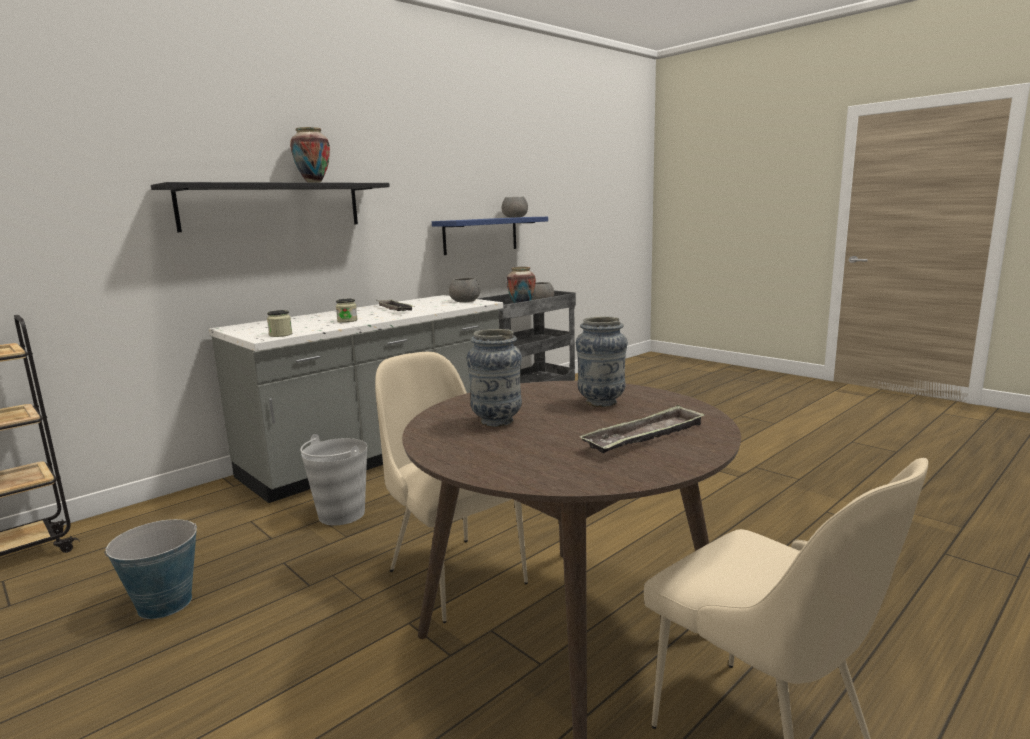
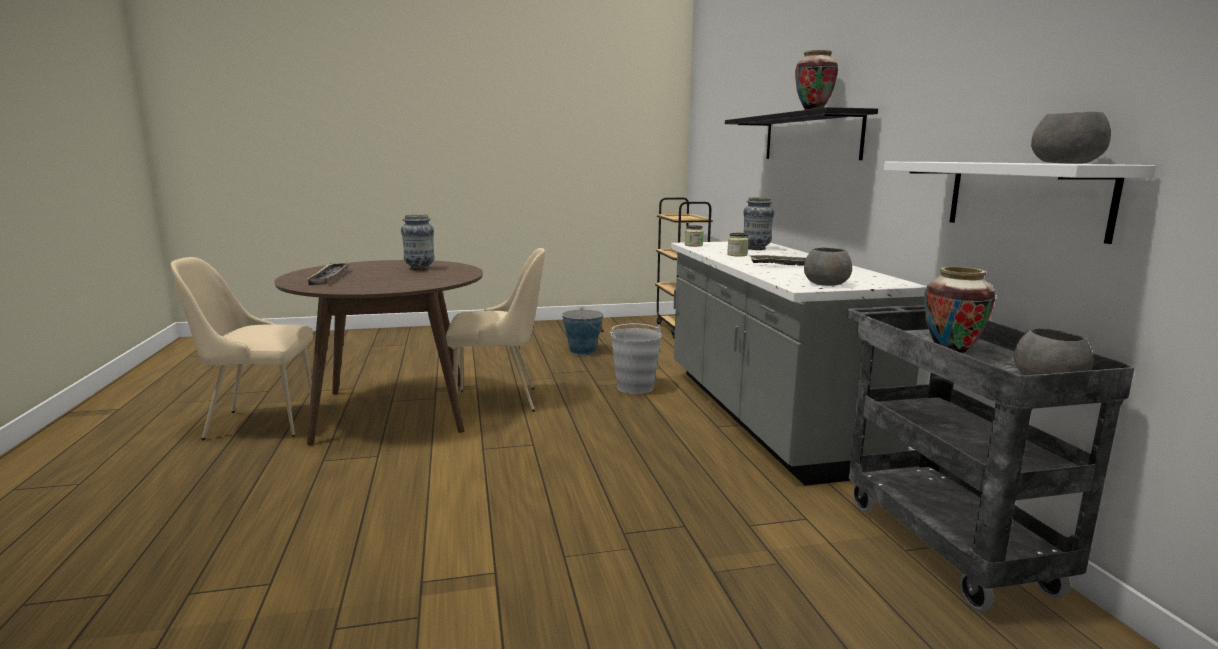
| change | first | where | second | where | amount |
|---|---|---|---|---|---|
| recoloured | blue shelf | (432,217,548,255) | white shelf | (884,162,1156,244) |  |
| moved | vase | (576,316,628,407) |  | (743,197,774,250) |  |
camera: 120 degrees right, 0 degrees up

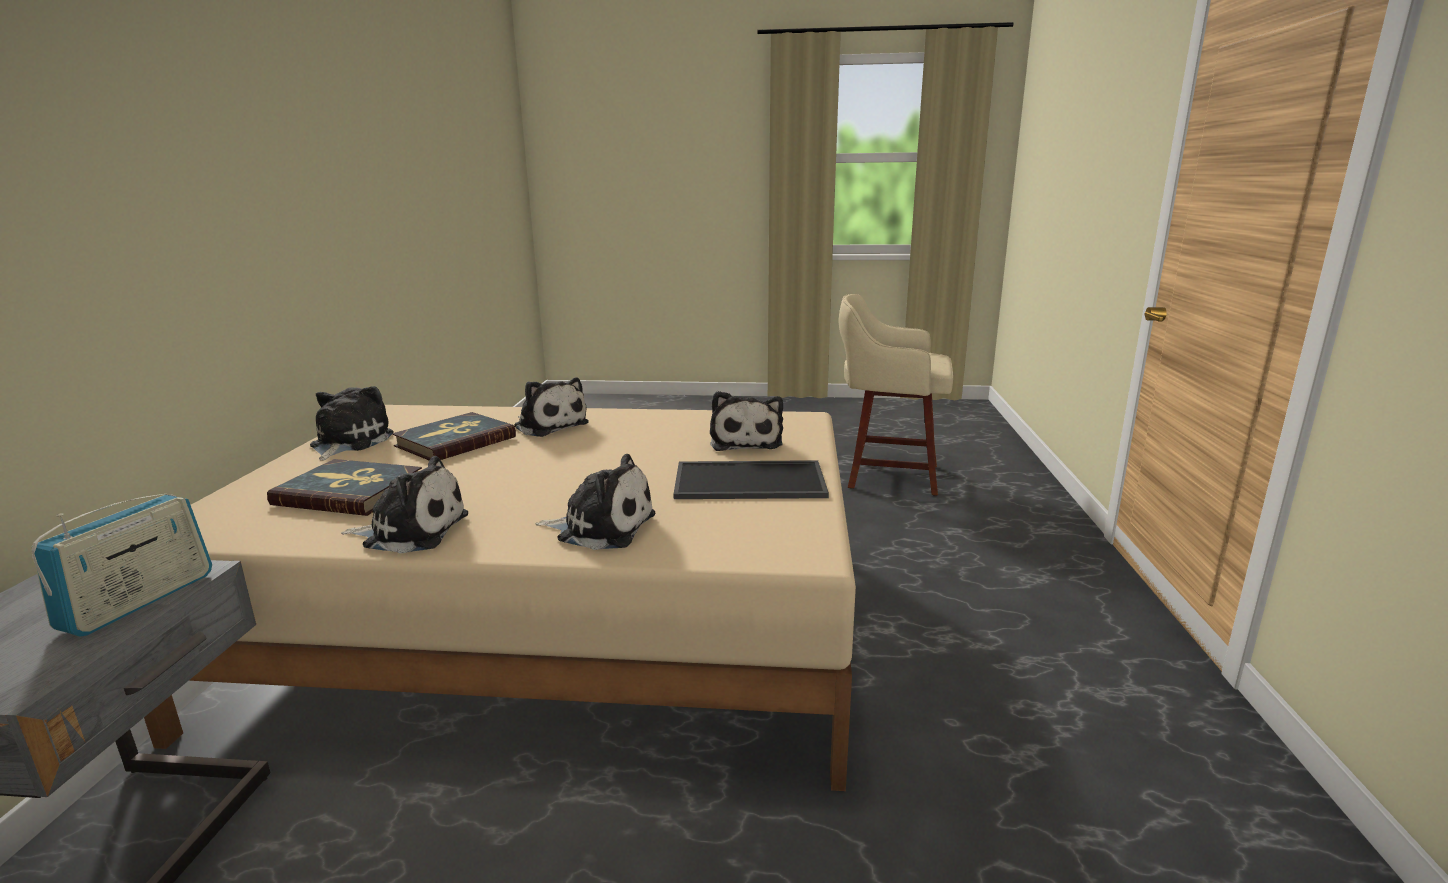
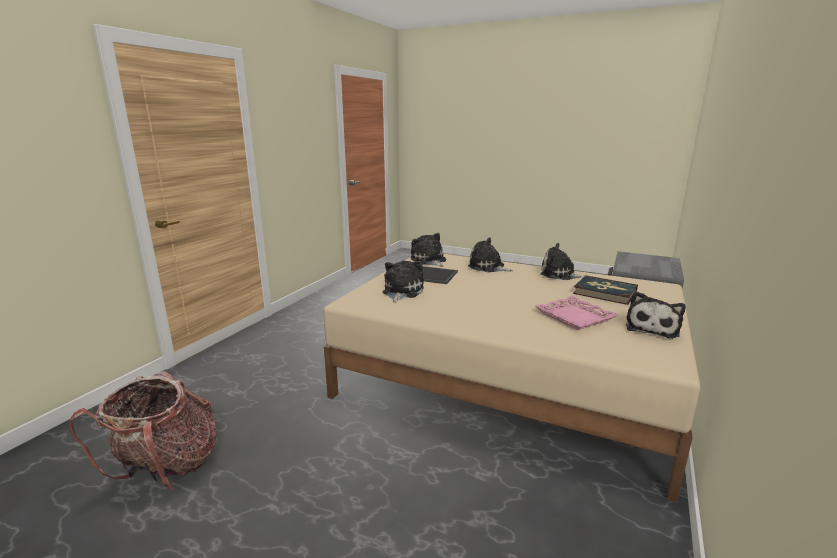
| change | first | where | second | where | amount |
|---|---|---|---|---|---|
| removed | radio | (31,494,212,637) |  |  |  |
| replaced | book | (392,412,516,461) | pink tray | (535,296,618,330) |  |
| moved | plush toy | (514,377,589,437) |  | (411,233,446,267) |  |
| replaced | beige stool | (839,294,953,496) | backpack | (69,371,217,490) |  |
camera: 160 degrees left, 0 degrees up

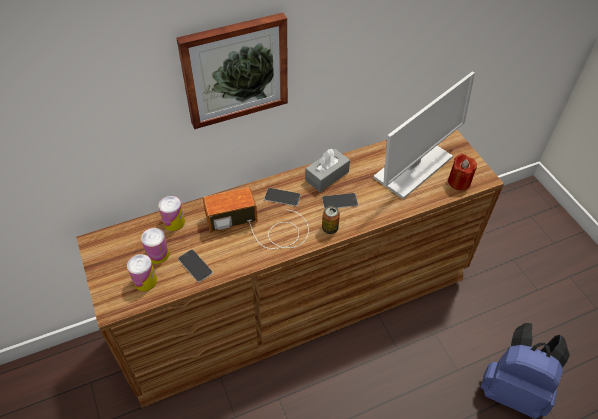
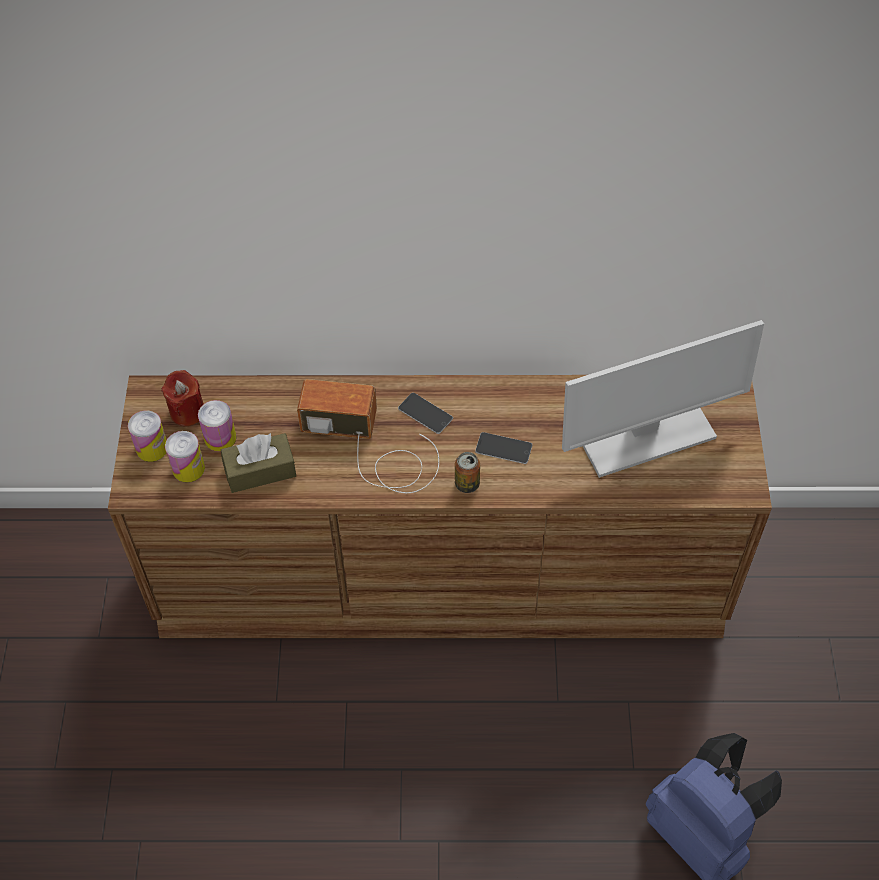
| change | first | where | second | where | amount |
|---|---|---|---|---|---|
| moved | can | (158,196,185,231) |  | (128,411,167,462) |  |
| removed | picture | (177,13,288,129) |  |  |  |
| replaced | phone | (178,249,213,282) | brown tissue box | (221,433,296,493) |  |
| removed | grey tissue box | (305,149,350,192) |  |  |  |
| moved | red candle | (448,154,477,191) |  | (161,370,204,426) |  |
camera: 25 degrees right, 5 degrees up

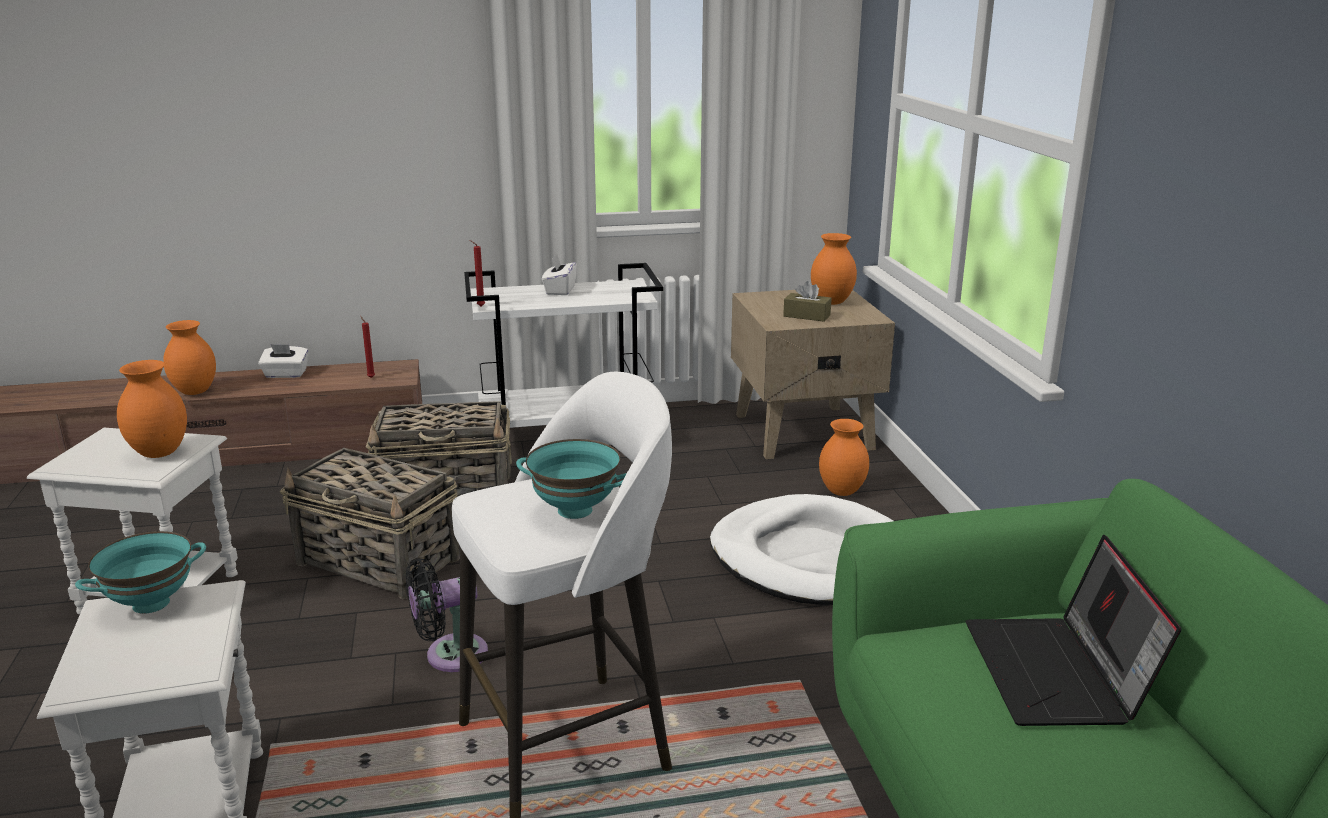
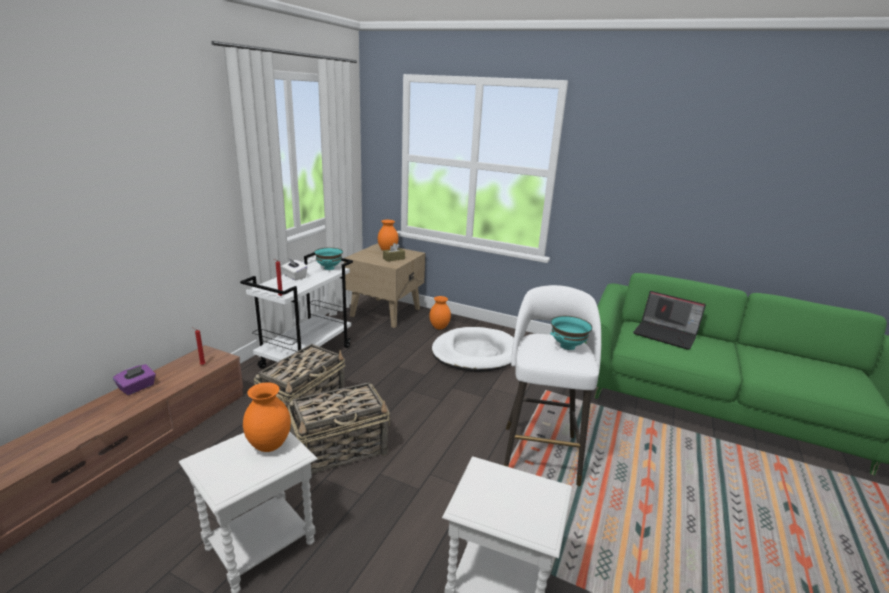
| change | first | where | second | where | amount |
|---|---|---|---|---|---|
| moved | turquoise bowl | (75,531,206,614) |  | (314,247,343,270) |  |
| removed | orange vase | (163,320,216,395) |  |  |  |
| recoloured | white tissue box | (258,344,308,378) | purple tissue box | (113,364,156,395) |  |
| removed | black fan | (406,558,488,672) |  |  |  |
camera: 55 degrees left, 0 degrees up

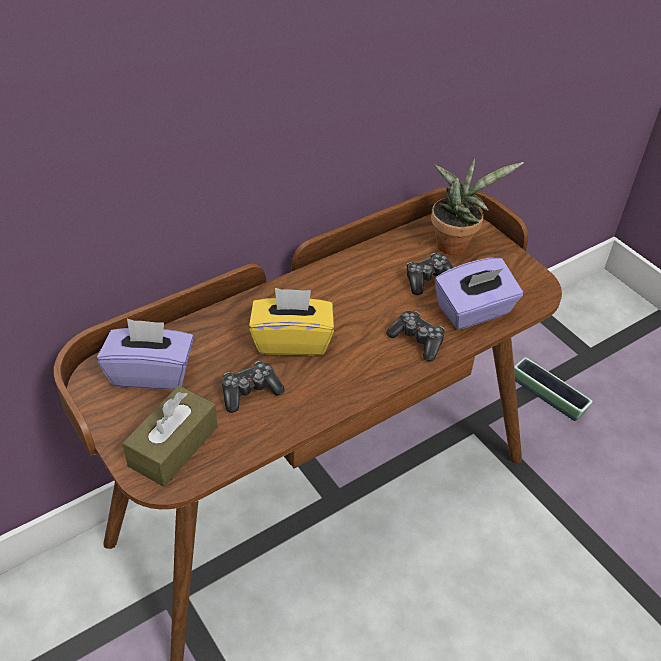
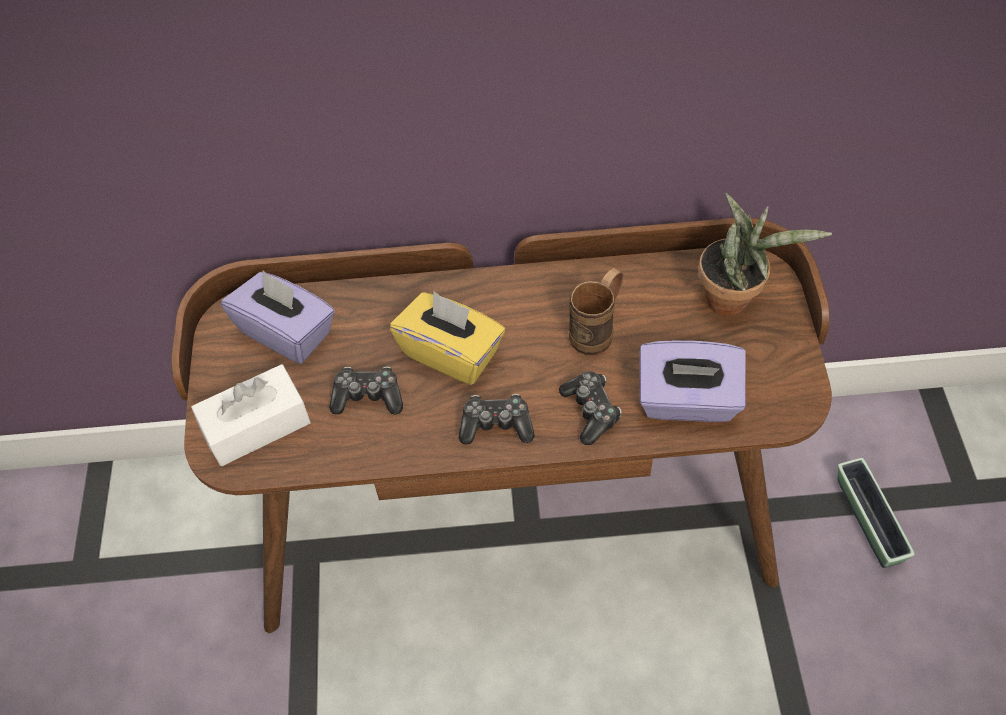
| change | first | where | second | where | amount |
|---|---|---|---|---|---|
| recoloured | brown tissue box | (122,385,218,487) | white tissue box | (191,364,311,466) |  |
| moved | game controller | (407,253,453,295) |  | (459,394,534,444) |  |
| added |  |  | brown mug | (569,268,623,355) |  |
camera: 35 degrees right, 10 degrees up

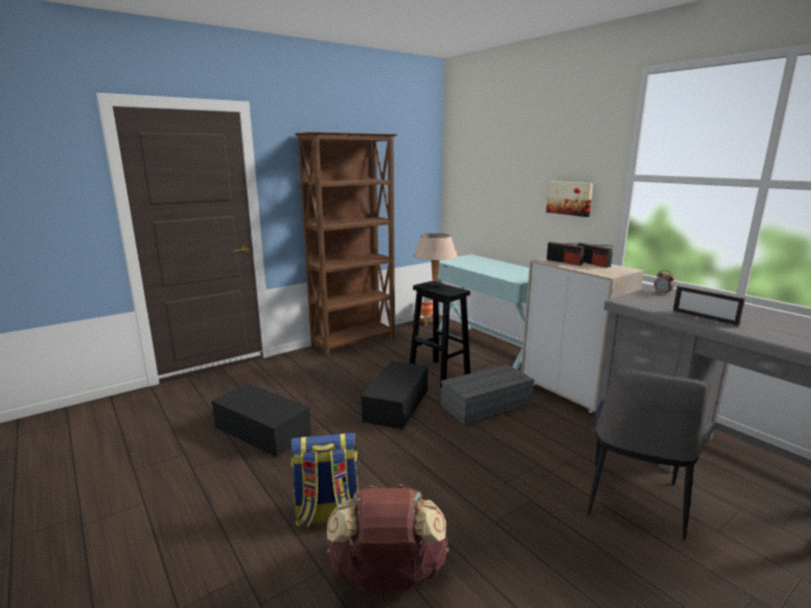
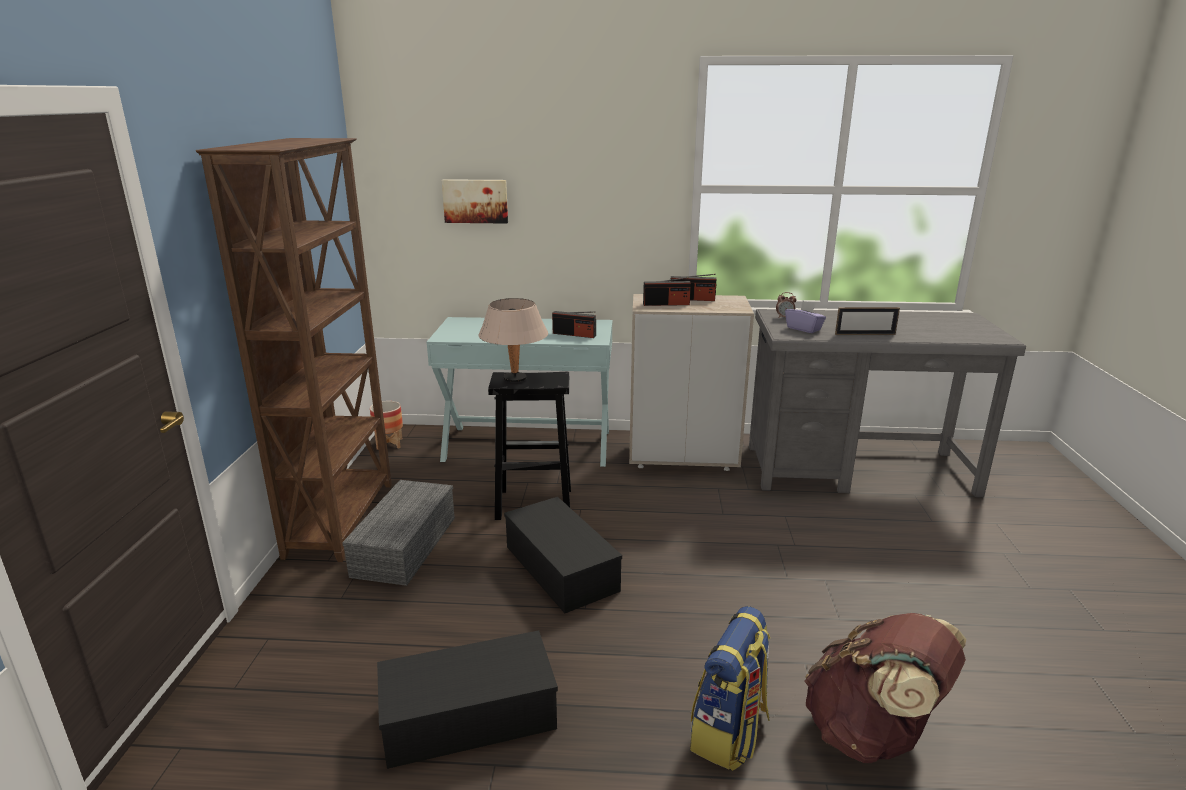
| change | first | where | second | where | amount |
|---|---|---|---|---|---|
| moved | grey storage box | (441,364,534,425) |  | (342,480,455,586) |  |
| moved | picture | (546,181,593,217) |  | (442,179,508,224) |  |
| removed | chair | (588,368,710,541) |  |  |  |
| added |  |  | radio | (552,311,596,338) |  |
| added |  |  | purple tissue box | (785,301,826,333) |  |
camera: 50 degrees left, 5 degrees up

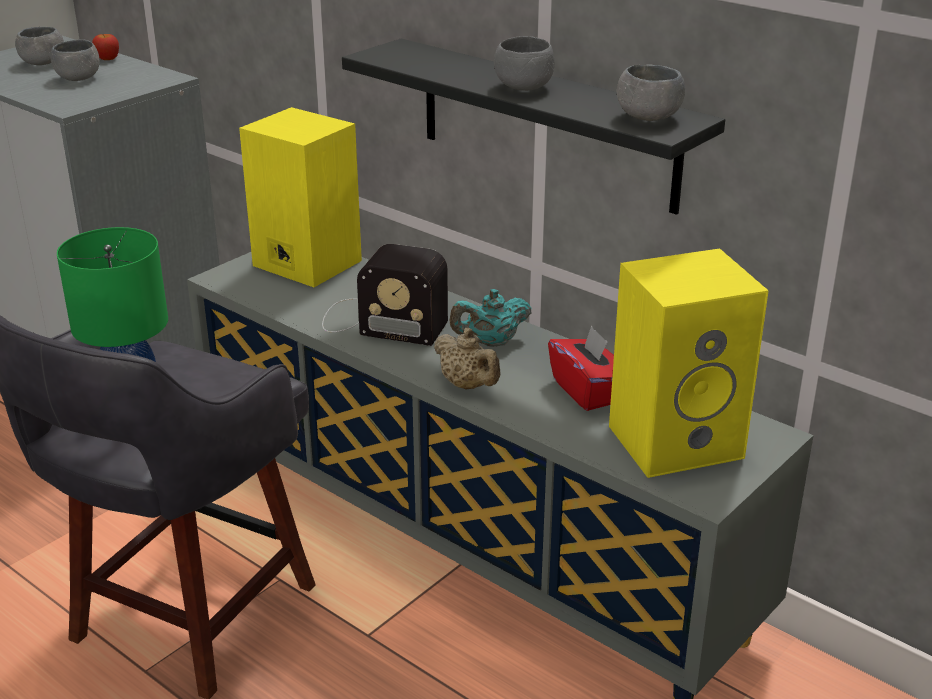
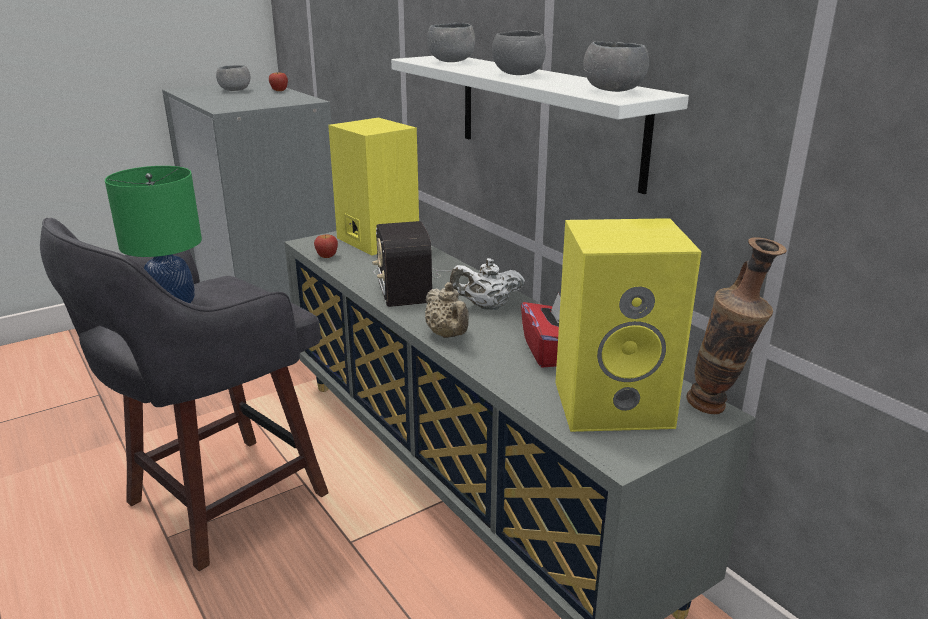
| change | first | where | second | where | amount |
|---|---|---|---|---|---|
| moved | grey bowl | (50,39,100,81) |  | (427,23,475,62) |  |
| turned | radio | (322,244,448,346) |  | (372,221,451,307) | 45 degrees clockwise |
| recoloured | black shelf | (342,39,725,215) | white shelf | (391,56,689,194) |  |
| recoloured | turquoise teapot | (450,289,532,347) | white teapot | (450,258,525,310) |  |
| added |  |  | apple | (314,234,338,258) |  |
| added |  |  | vase | (686,237,787,414) |  |
camera: 15 degrees right, 5 degrees down

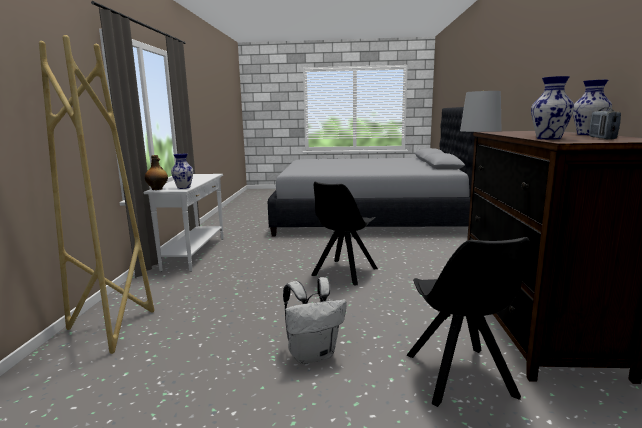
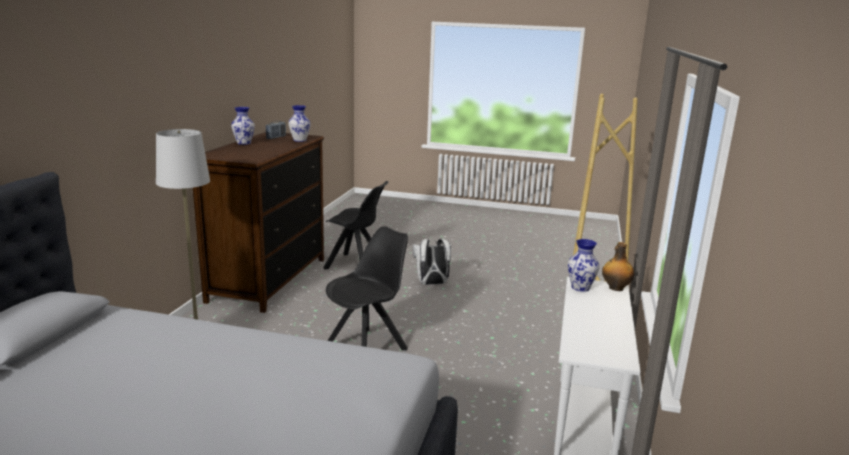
| change | first | where | second | where | amount |
|---|---|---|---|---|---|
| turned | black chair | (406,237,529,407) |  | (323,181,388,270) | 105 degrees clockwise |
camera: 170 degrees left, 5 degrees up

